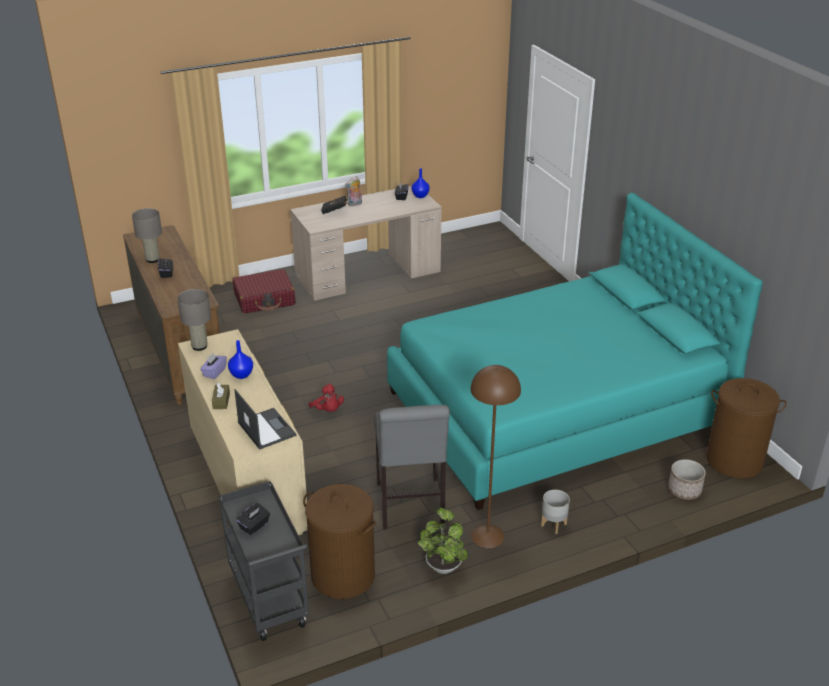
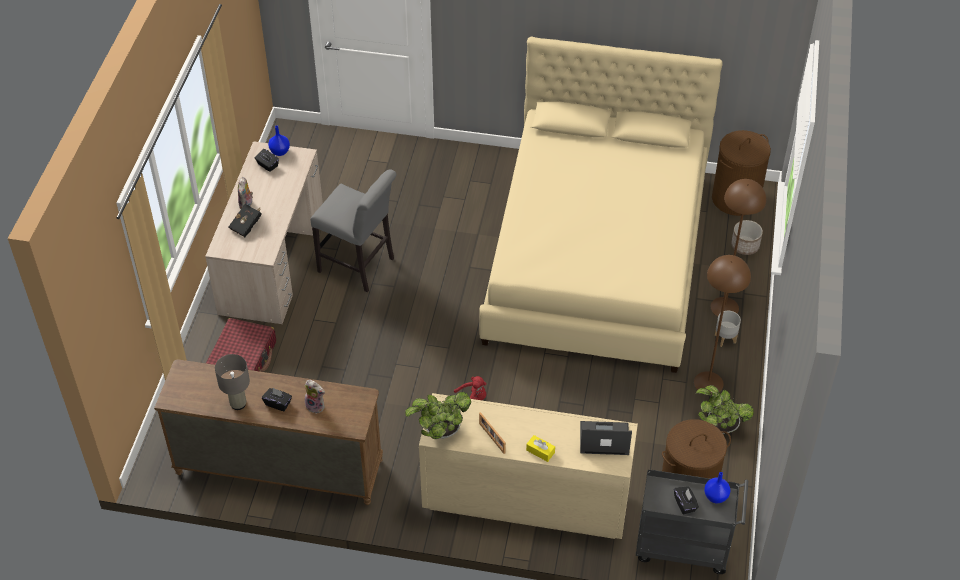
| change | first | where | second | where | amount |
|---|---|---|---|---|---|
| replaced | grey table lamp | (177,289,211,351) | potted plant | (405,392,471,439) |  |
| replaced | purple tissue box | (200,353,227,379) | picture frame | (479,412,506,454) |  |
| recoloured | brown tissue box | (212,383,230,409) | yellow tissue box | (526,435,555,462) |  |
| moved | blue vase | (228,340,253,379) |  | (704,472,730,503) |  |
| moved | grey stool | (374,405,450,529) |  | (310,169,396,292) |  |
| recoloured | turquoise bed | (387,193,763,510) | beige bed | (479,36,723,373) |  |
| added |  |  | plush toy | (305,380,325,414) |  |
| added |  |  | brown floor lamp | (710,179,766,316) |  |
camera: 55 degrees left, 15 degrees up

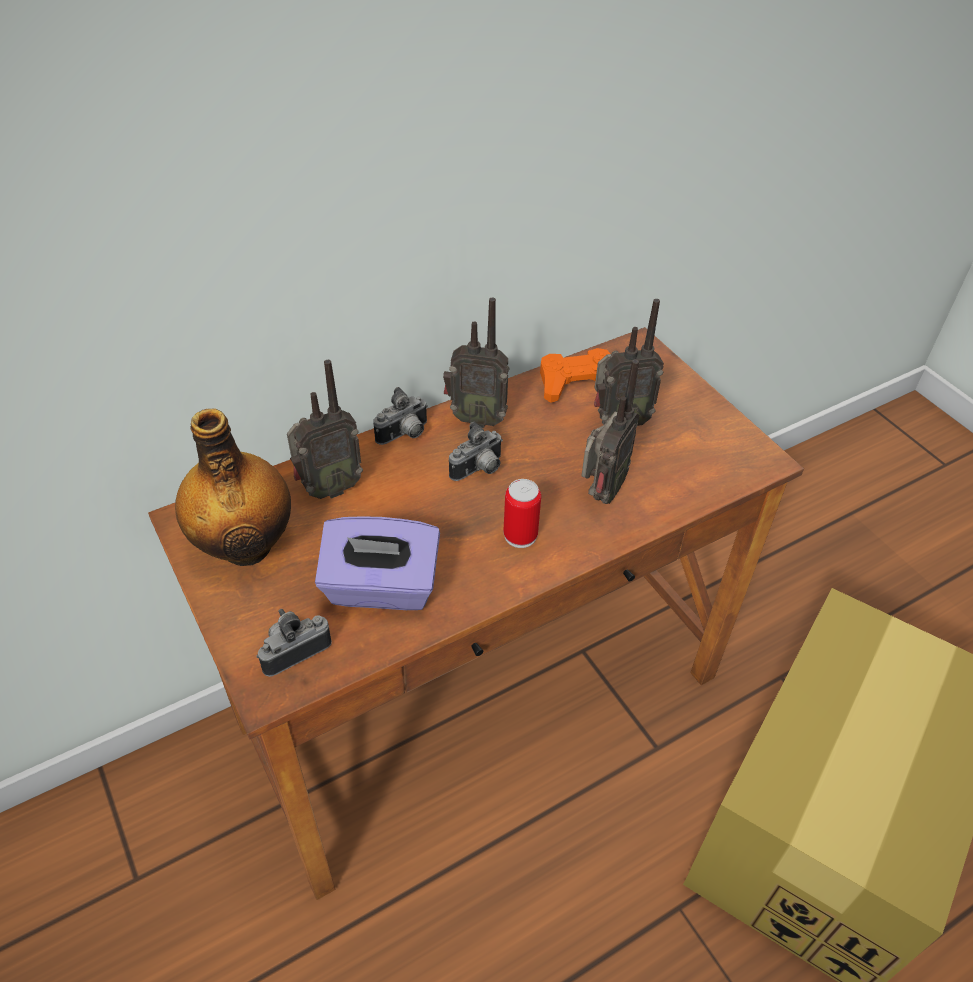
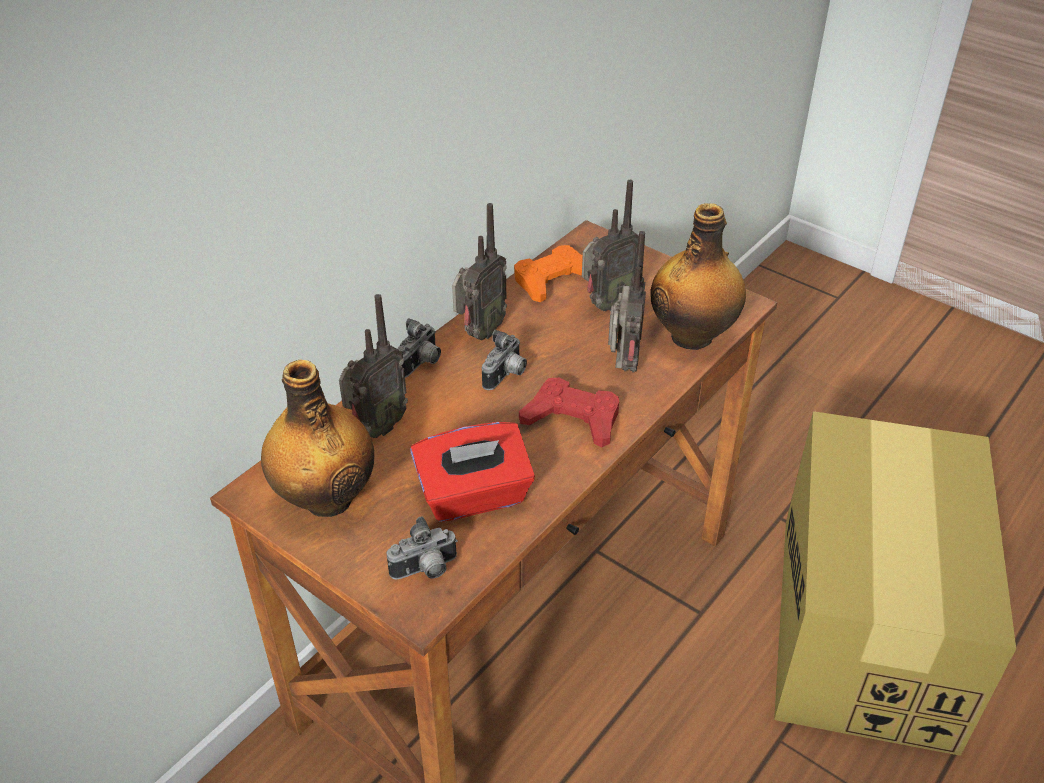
| change | first | where | second | where | amount |
|---|---|---|---|---|---|
| turned | photo camera | (256,609,332,677) |  | (387,516,458,580) | 150 degrees counterclockwise |
| recoloured | purple tissue box | (315,516,440,610) | red tissue box | (410,422,535,522) |  |
| turned | radio | (443,298,510,428) |  | (452,203,507,340) | 45 degrees counterclockwise |
| replaced | can | (503,479,541,548) | red game controller | (519,378,619,447) |  |
| added |  |  | bottle | (651,203,746,350) |  |
camera: 20 degrees left, 5 degrees down

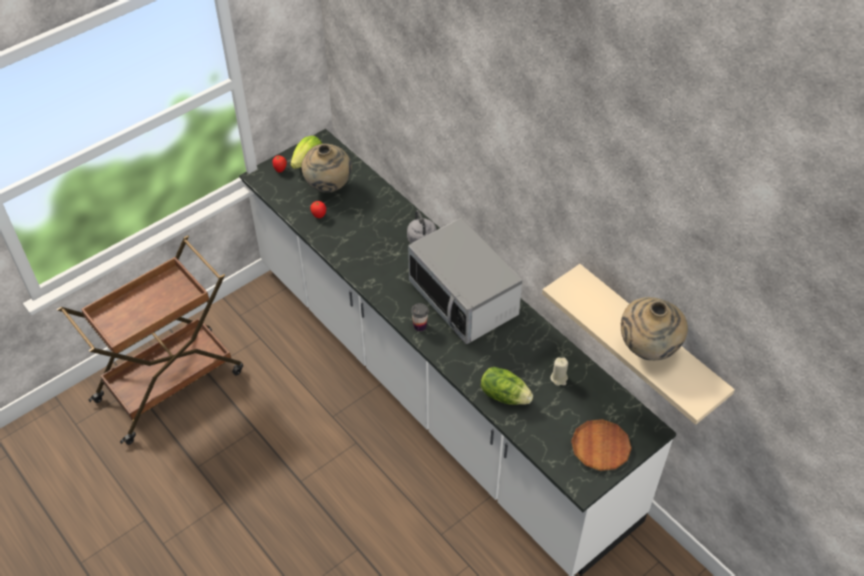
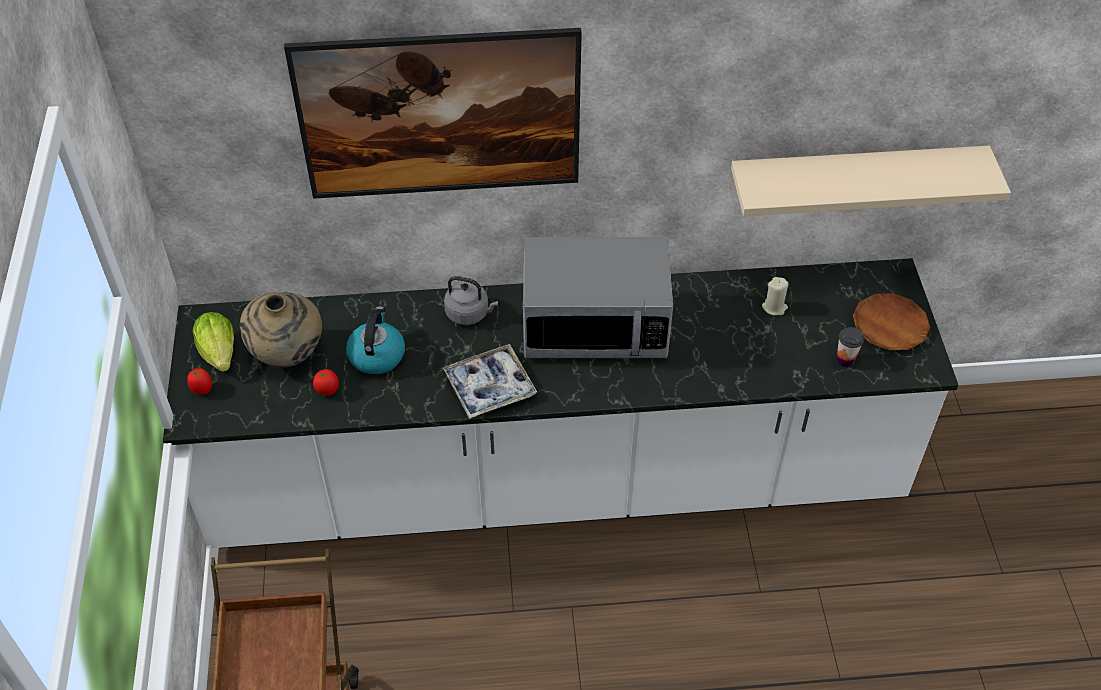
| change | first | where | second | where | amount |
|---|---|---|---|---|---|
| moved | cup | (411,303,429,331) |  | (836,327,864,368) |  |
| removed | lettuce | (481,367,533,405) |  |  |  |
| removed | beige vase | (621,297,688,360) |  |  |  |
| added |  |  | picture | (284,28,582,199) |  |
| added |  |  | kettle | (346,306,405,374) |  |
| added |  |  | tray | (443,344,537,419) |  |
camera: 55 degrees left, 0 degrees up

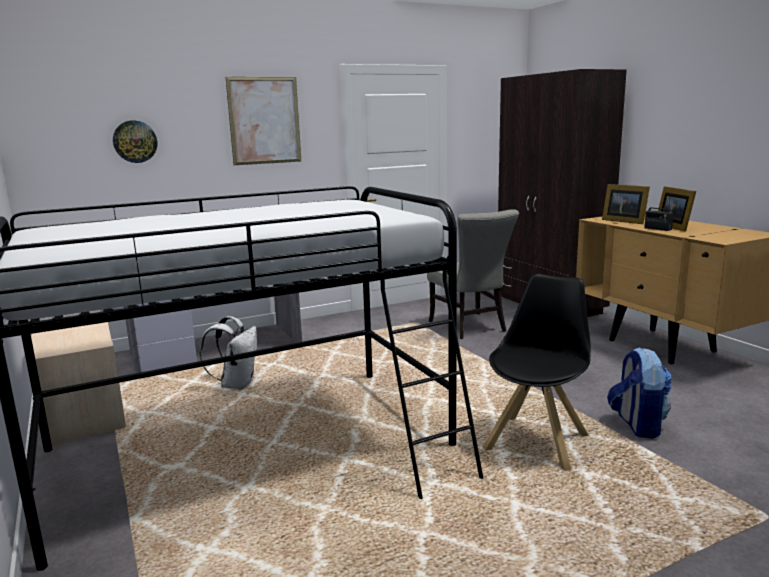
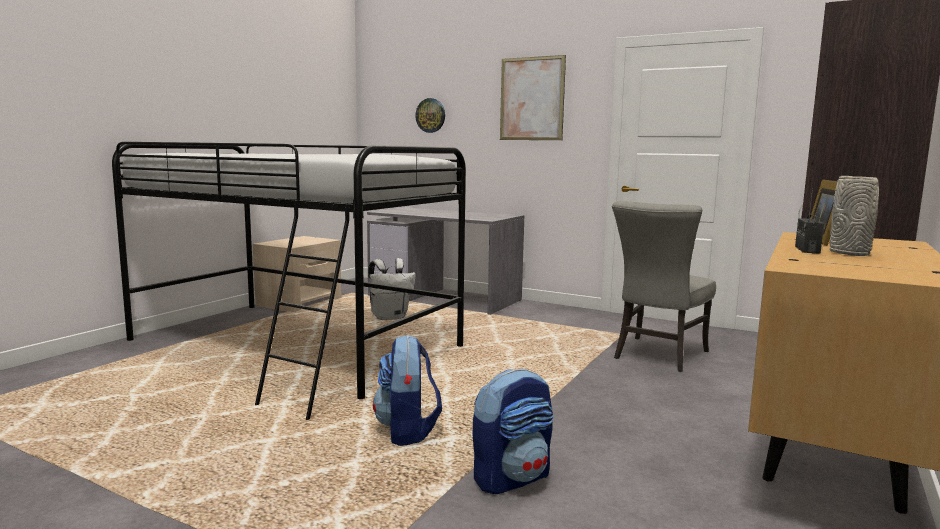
| change | first | where | second | where | amount |
|---|---|---|---|---|---|
| replaced | black chair | (483,274,591,471) | backpack | (373,335,442,446) |  |
| replaced | picture frame | (658,186,696,231) | grey vase | (830,176,879,256) |  |
camera: 55 degrees right, 5 degrees down

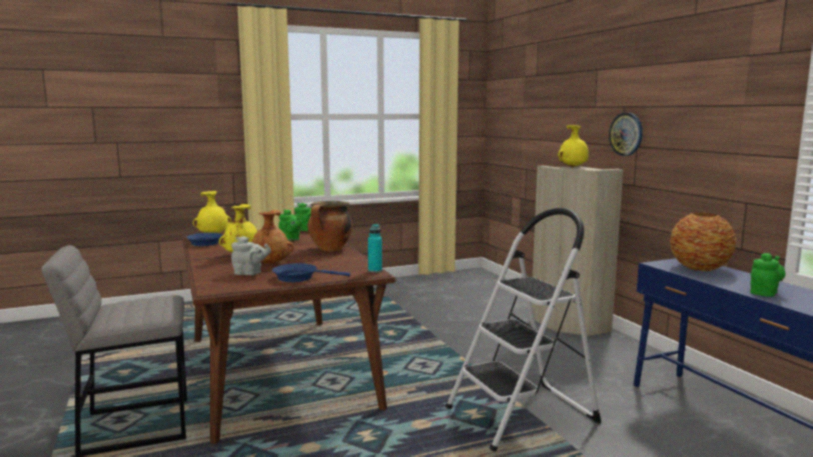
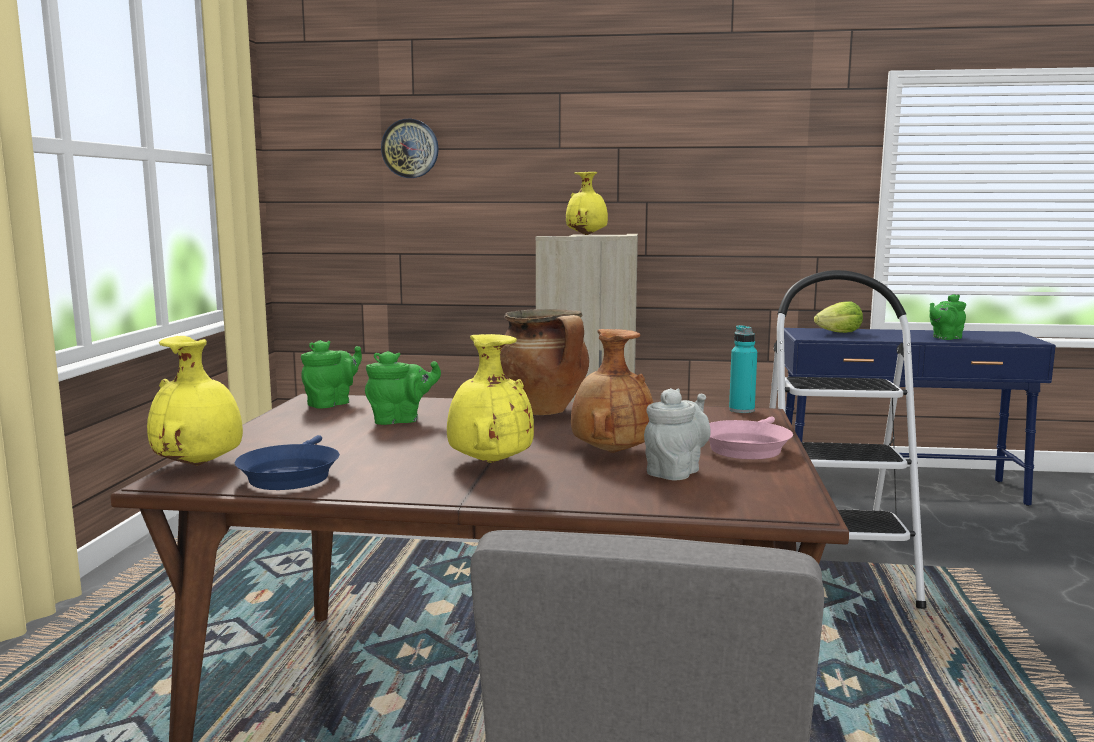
| change | first | where | second | where | amount |
|---|---|---|---|---|---|
| recoloured | blue frying pan | (272,263,351,282) | pink frying pan | (709,416,793,459) |  |
| moved | wall clock | (609,113,643,156) |  | (381,119,439,178) |  |
| replaced | vase | (670,213,736,271) | lettuce | (814,301,863,333) |  |
| turned | green teapot | (750,253,785,297) |  | (929,294,966,340) | 105 degrees counterclockwise |
camera: 60 degrees left, 0 degrees up

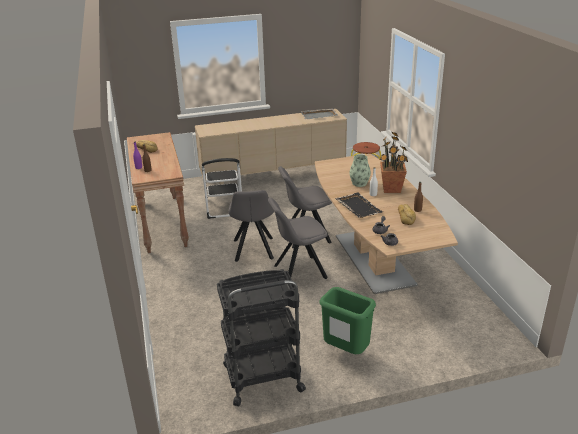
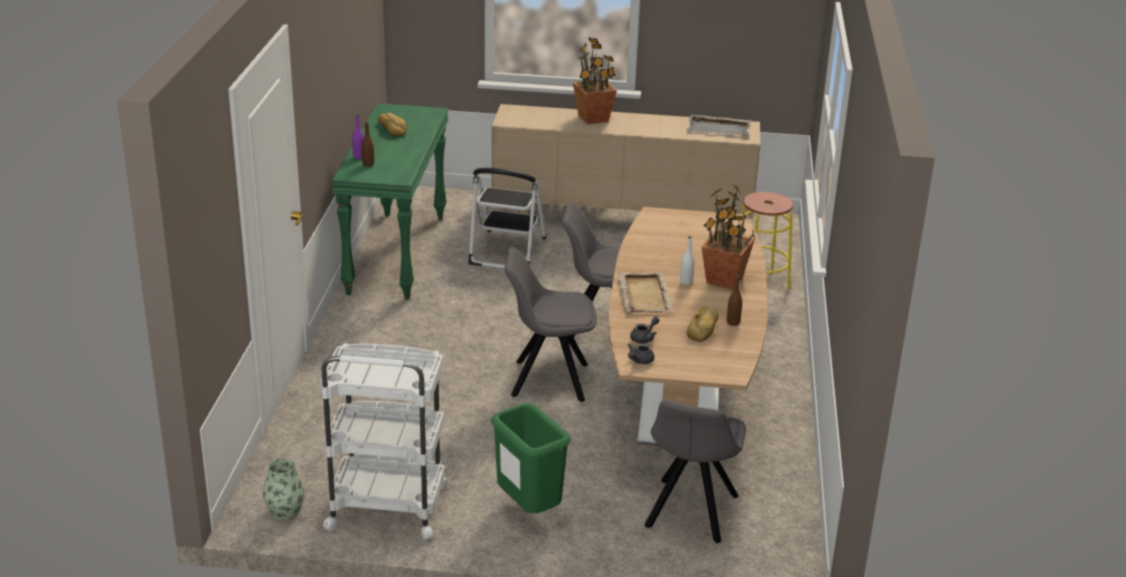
| change | first | where | second | where | amount |
|---|---|---|---|---|---|
| recoloured | brown console table | (127,132,189,253) | green console table | (331,103,448,300) |  |
| recoloured | black cart | (217,269,306,406) | white cart | (321,343,448,540) |  |
| moved | grey chair | (228,190,274,262) |  | (645,400,746,543) |  |
| recoloured | black tray | (335,193,383,218) | beige tray | (617,272,674,313) |  |
| moved | vase | (349,155,371,187) |  | (263,458,305,520) |  |
| added |  |  | potted plant | (573,37,617,125) |  |
camera: 20 degrees right, 0 degrees up

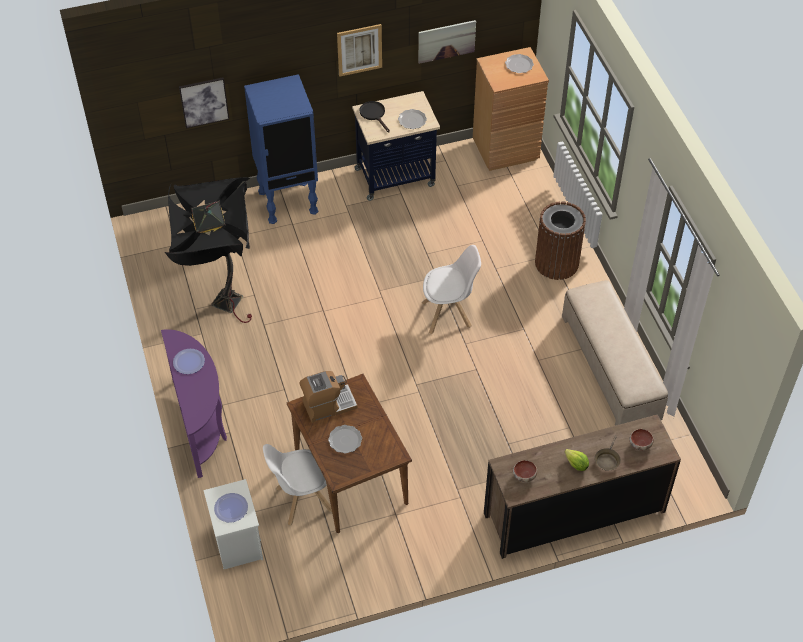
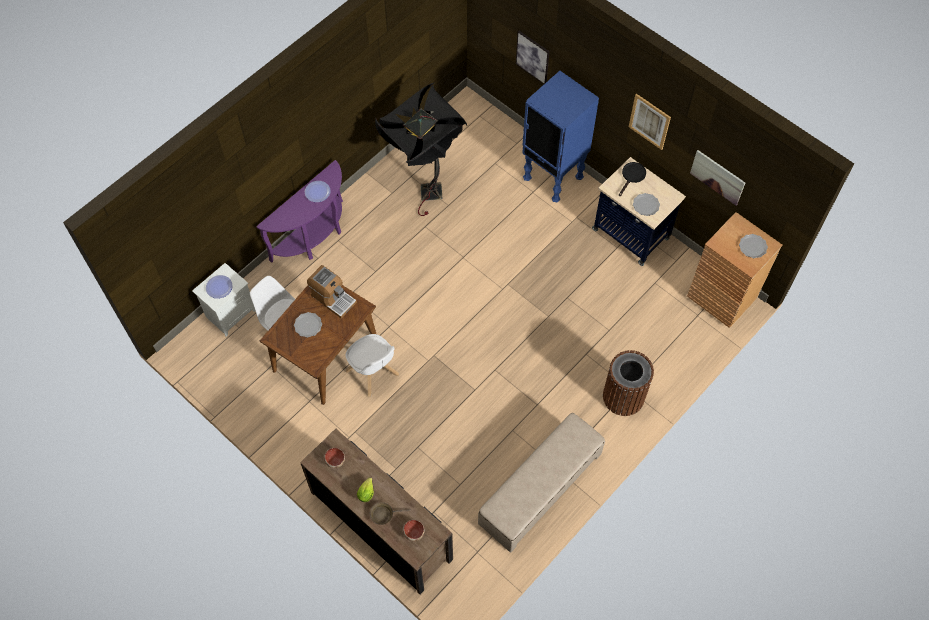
| change | first | where | second | where | amount |
|---|---|---|---|---|---|
| moved | white chair | (422,245,481,334) |  | (346,334,399,397) |  |
camera: 60 degrees right, 10 degrees up

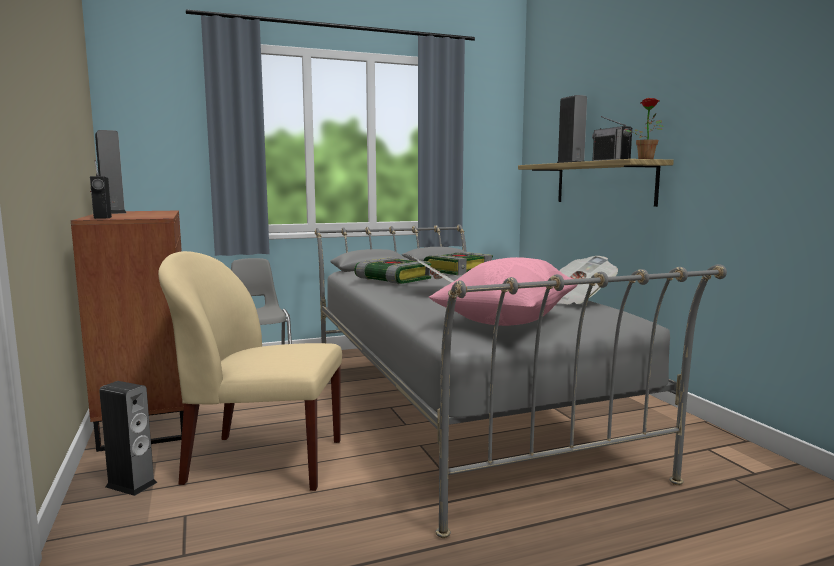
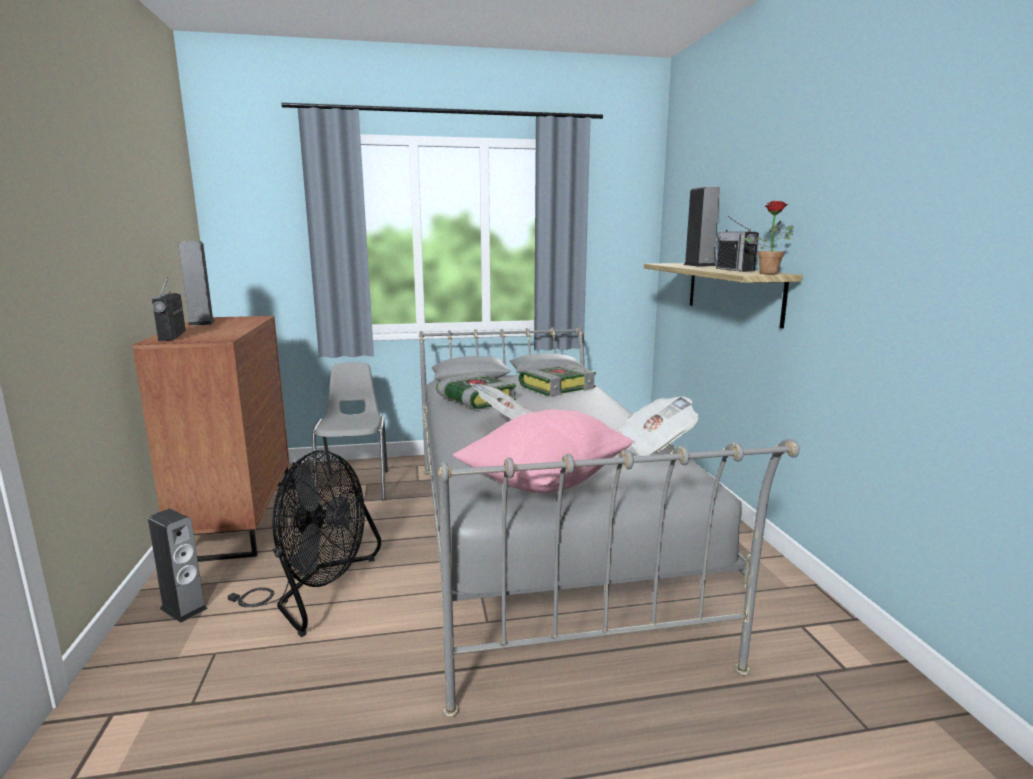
| change | first | where | second | where | amount |
|---|---|---|---|---|---|
| replaced | beige chair | (158,251,342,491) | black fan | (228,450,381,637) |  |
camera: 10 degrees right, 5 degrees up

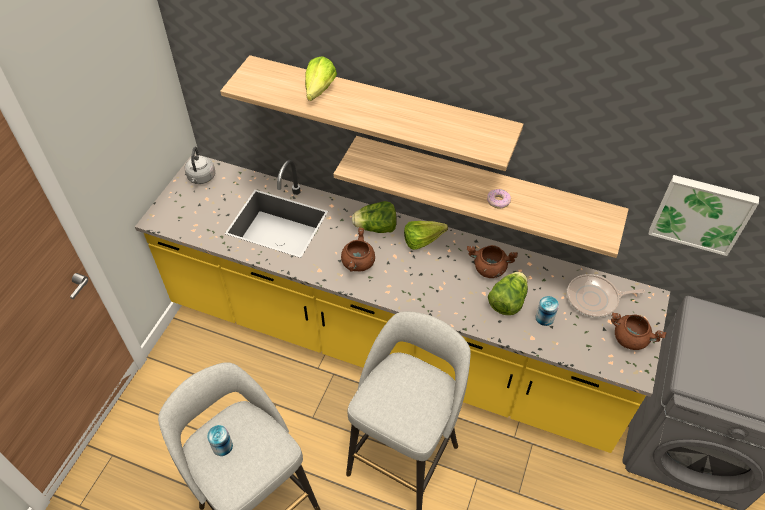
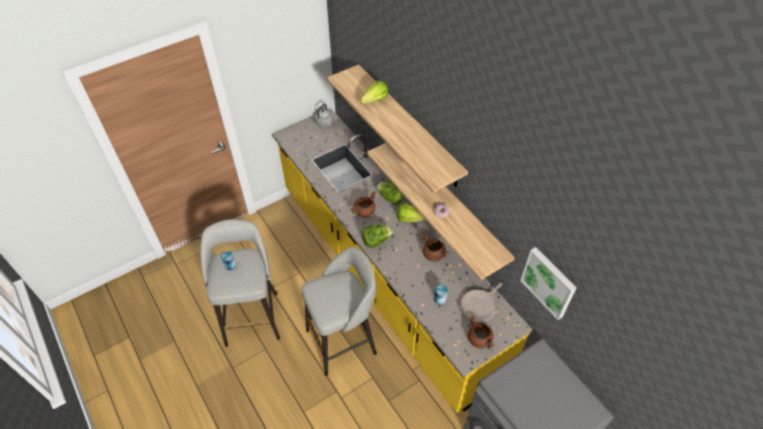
| change | first | where | second | where | amount |
|---|---|---|---|---|---|
| moved | lettuce | (488,272,528,315) |  | (362,225,393,248) |  |
| turned | frying pan | (567,274,645,318) |  | (461,282,503,322) | 75 degrees counterclockwise |
camera: 35 degrees right, 0 degrees up

